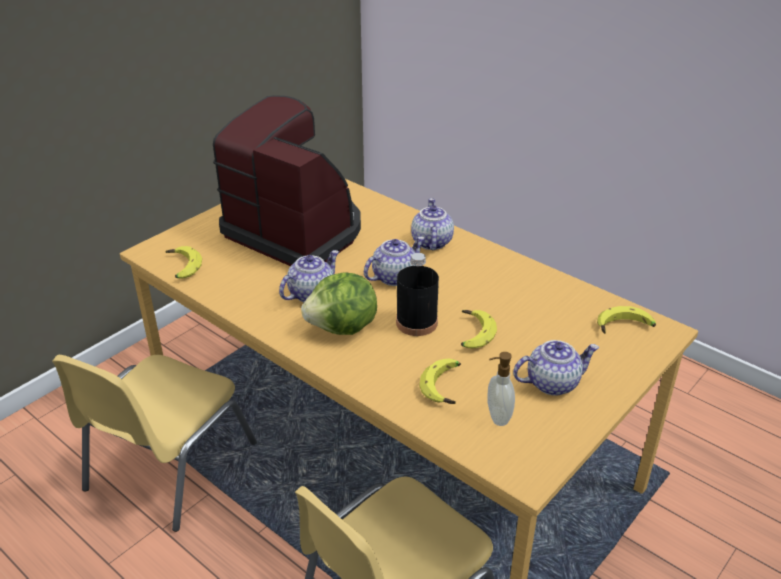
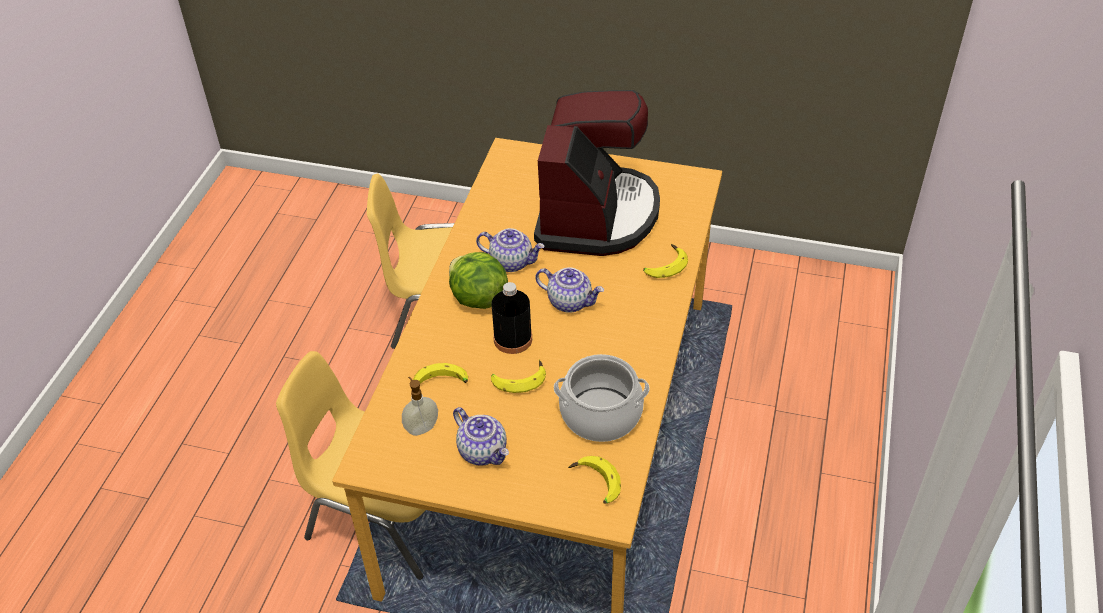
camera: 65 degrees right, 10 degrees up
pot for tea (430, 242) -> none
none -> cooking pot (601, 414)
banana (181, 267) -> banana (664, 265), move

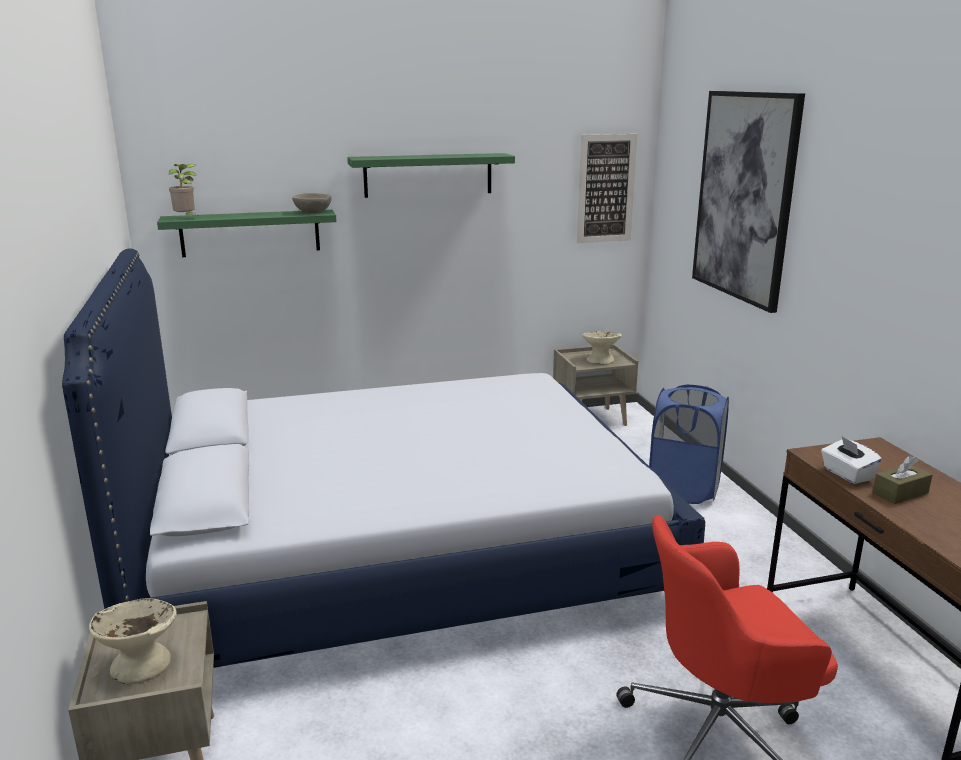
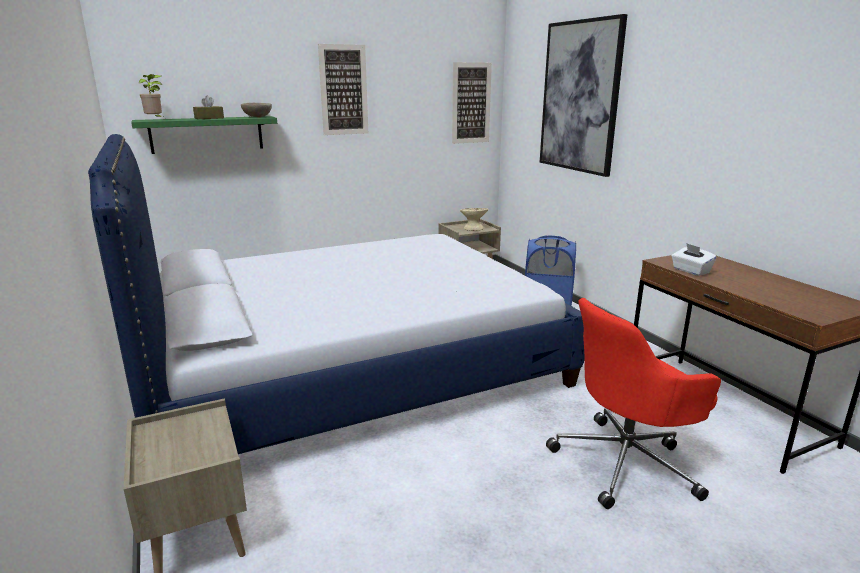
camera: 10 degrees left, 0 degrees up
deep dish/beige-coloured (140, 665) -> none
box of tissues/brownish (900, 493) -> box of tissues/brownish (209, 118), move
wall shelf/green (428, 175) -> wall art (343, 90)

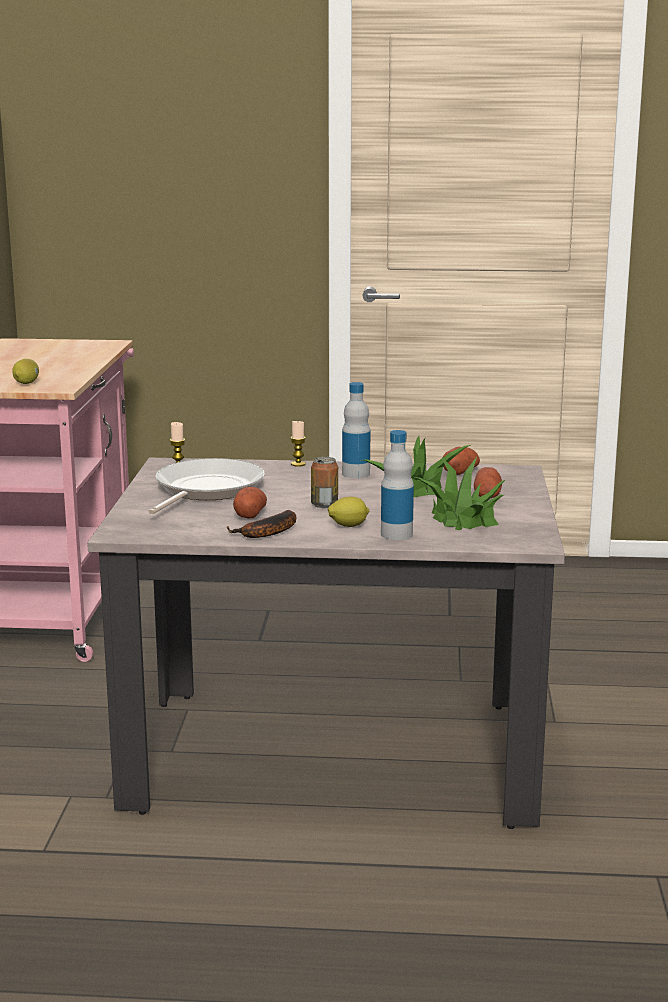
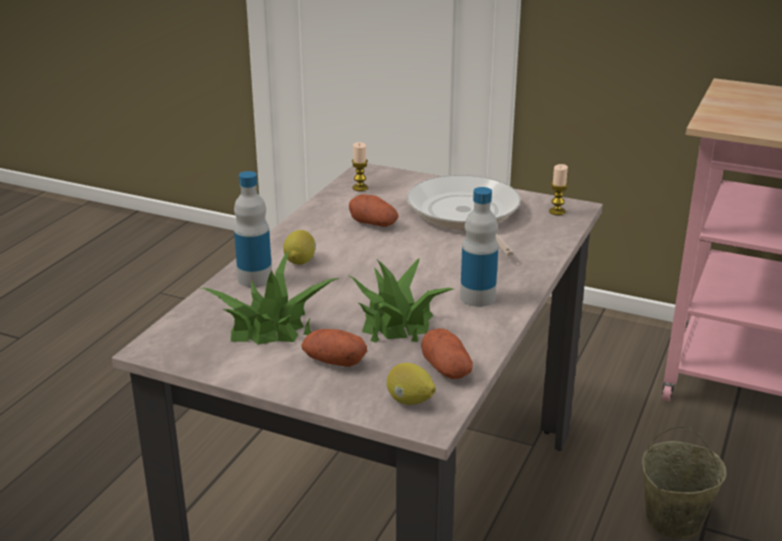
camera: 110 degrees right, 10 degrees up
banana (267, 533) -> none
metal can (324, 505) -> none
none -> water bucket/beige-coloured (673, 520)
whole lemon (27, 383) -> whole lemon (409, 401), move
wax light (298, 464) -> wax light (360, 188), move
skillet (206, 490) -> skillet (465, 214), 150 degrees counterclockwise

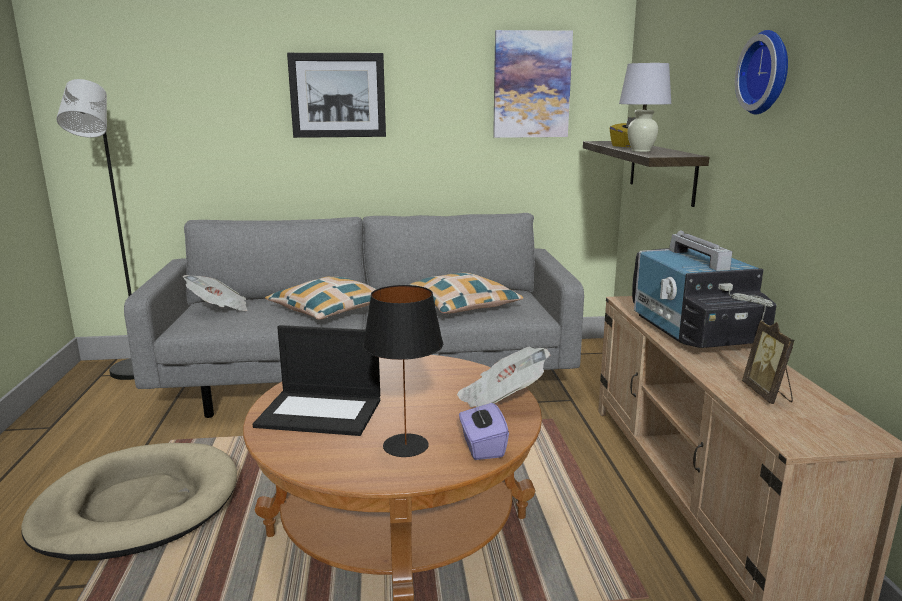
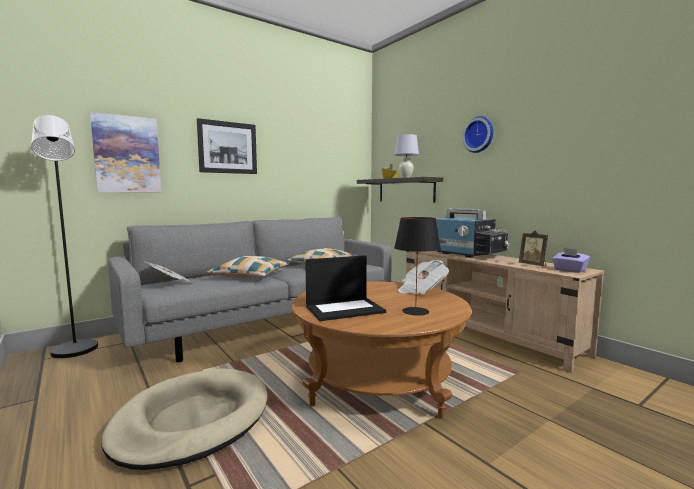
camera: 30 degrees left, 10 degrees down
box of tissues/purple (482, 447) -> box of tissues/purple (569, 270), move
wall art (531, 85) -> wall art (127, 154), move

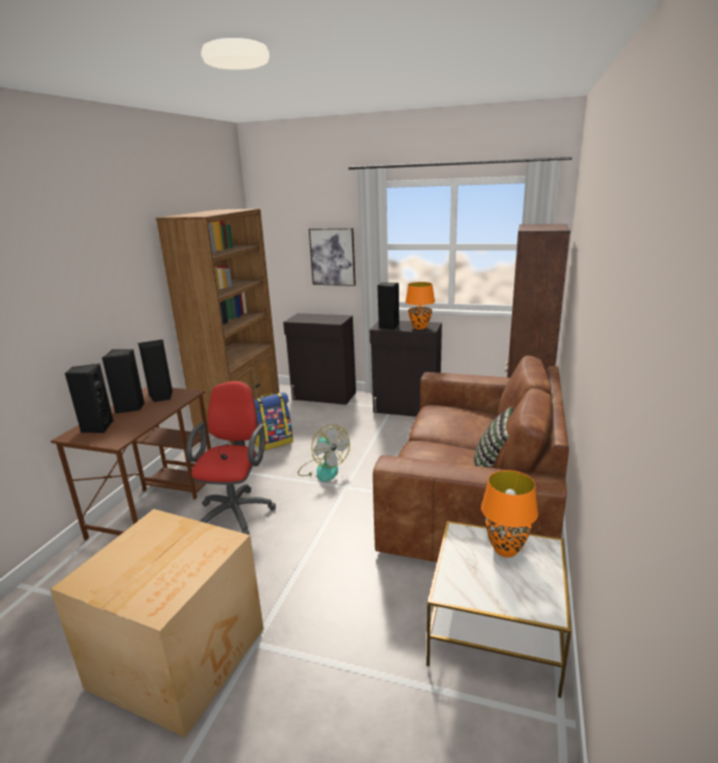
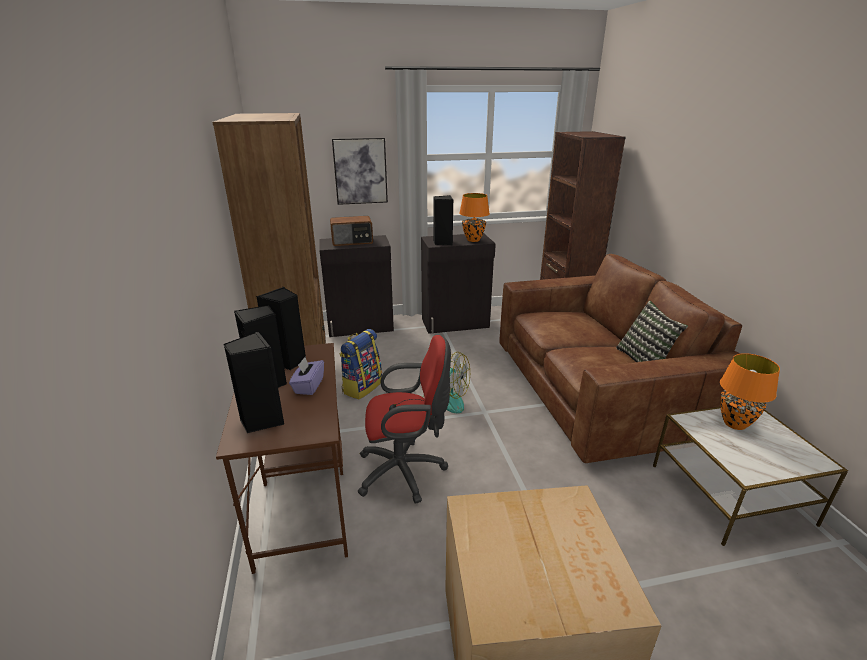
camera: 30 degrees left, 5 degrees up
none -> box of tissues/purple (308, 386)
none -> radio receiver (352, 241)
office chair/red-coloured (237, 511) -> office chair/red-coloured (406, 471), 105 degrees clockwise

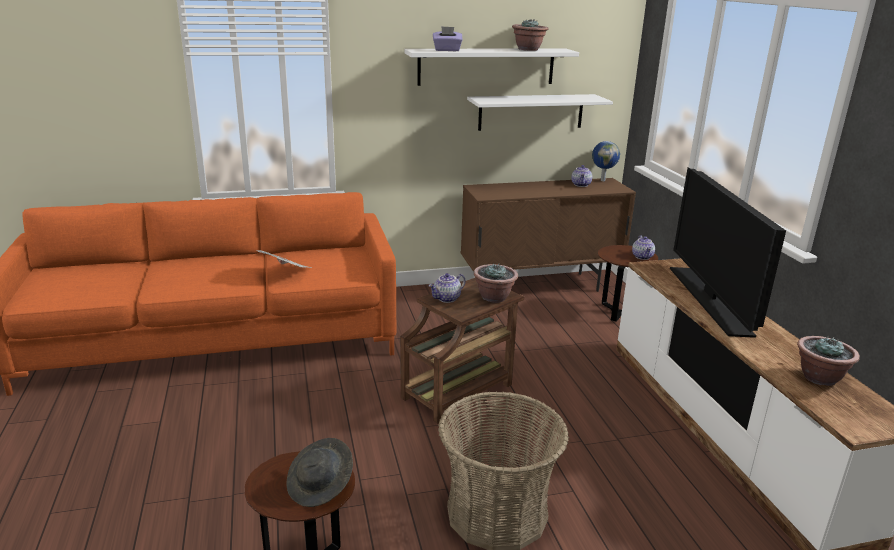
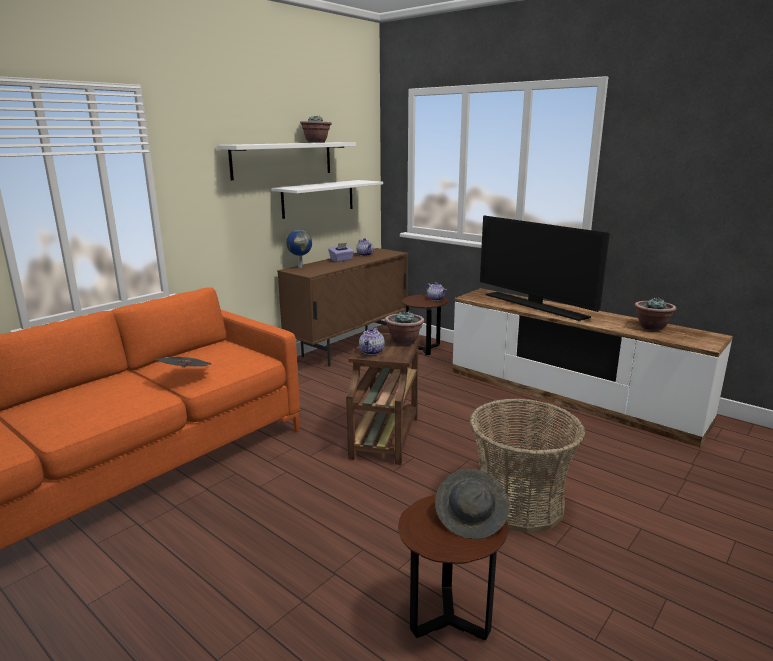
camera: 35 degrees left, 5 degrees down
box of tissues/purple (447, 50) -> box of tissues/purple (341, 260), move
globe (602, 180) -> globe (300, 267), move

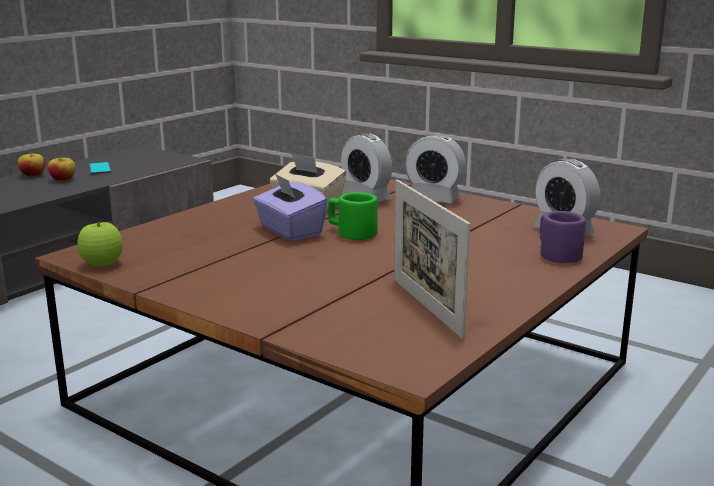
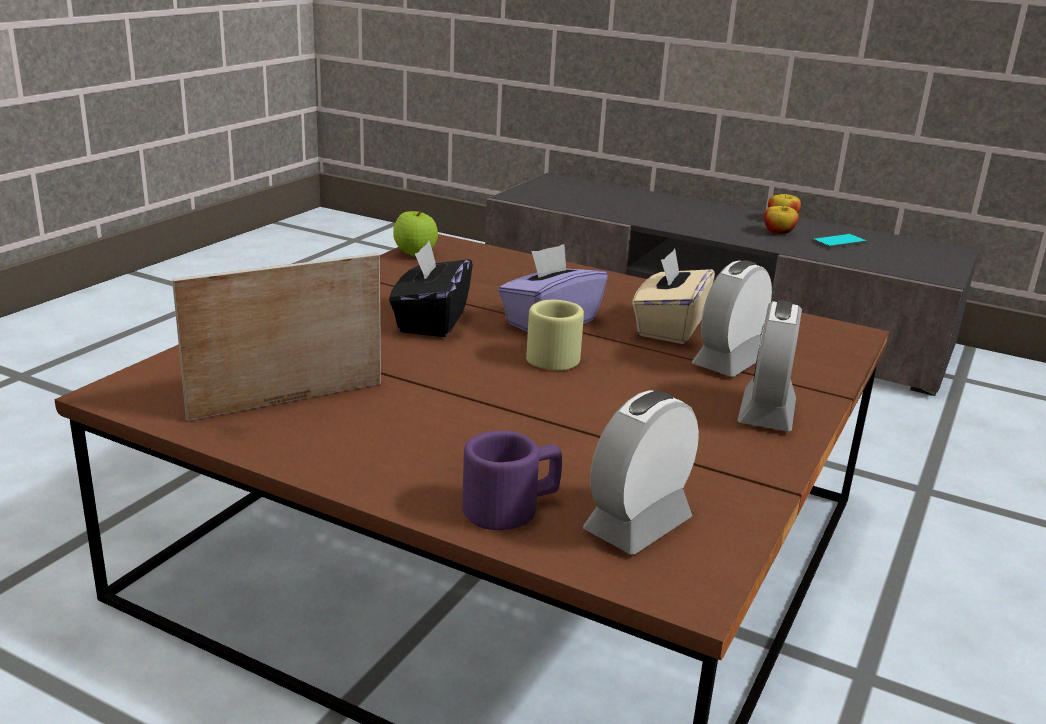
camera: 80 degrees right, 5 degrees up
none -> box of tissues/black-coloured (431, 321)
tea mug/green (351, 232) -> tea mug/beige-coloured (557, 356)

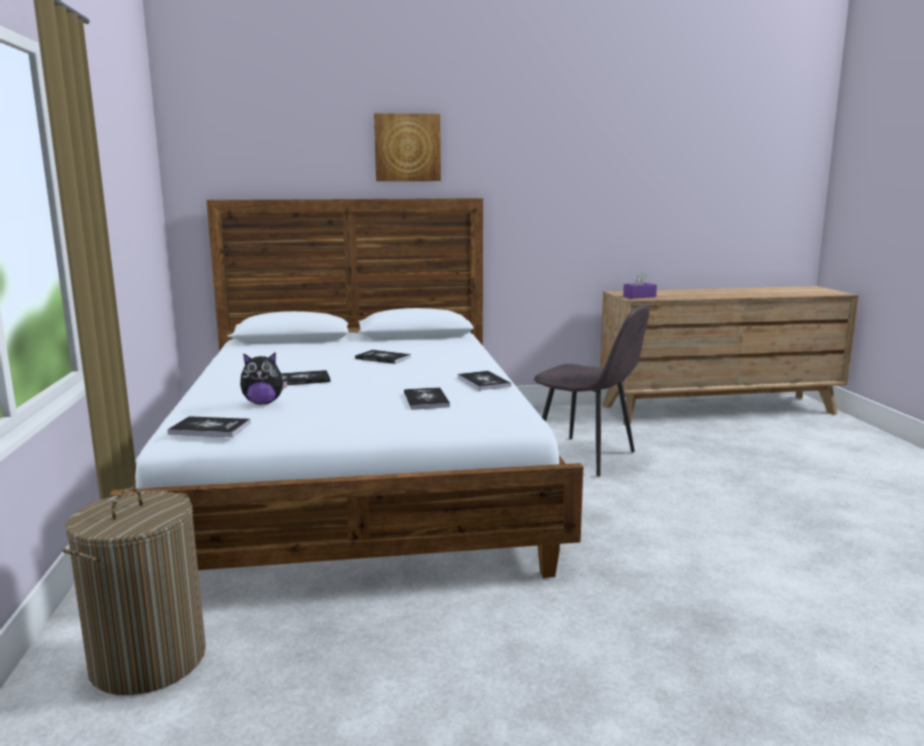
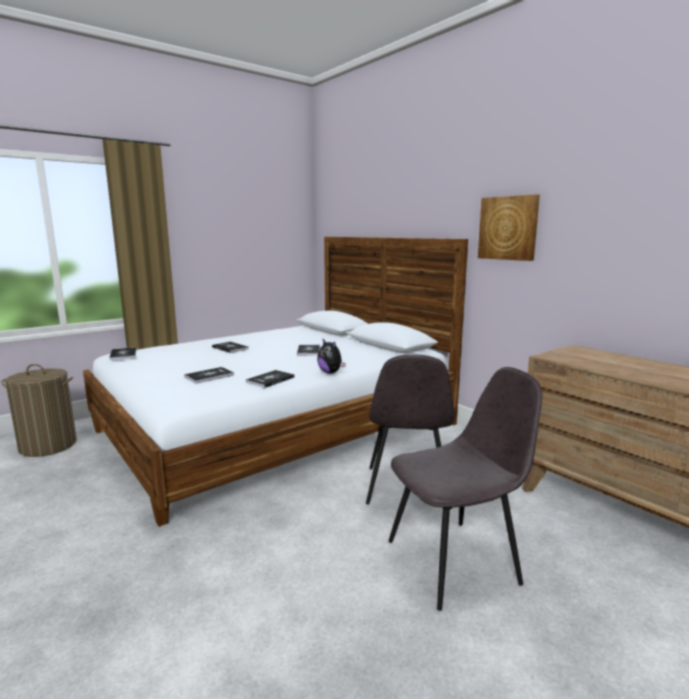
camera: 60 degrees right, 0 degrees up
box of tissues/purple (639, 296) -> none
none -> plain chair/gray (455, 561)
soft toy (263, 403) -> soft toy (331, 372), move
wall art (407, 147) -> wall art (508, 228), move

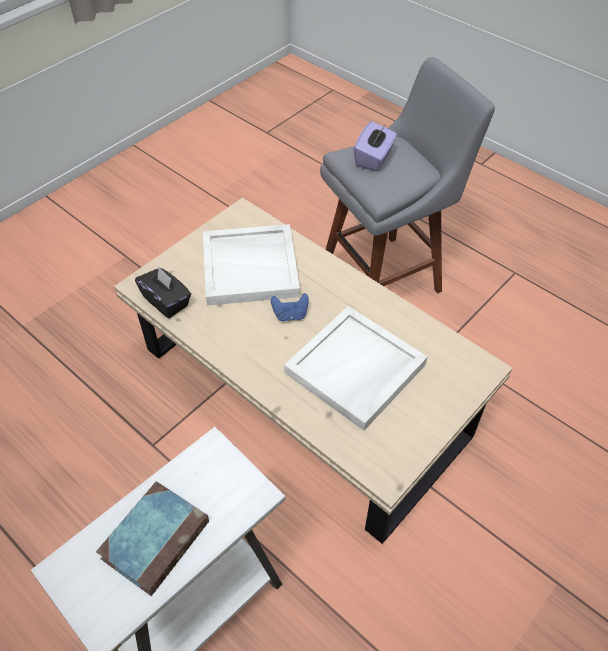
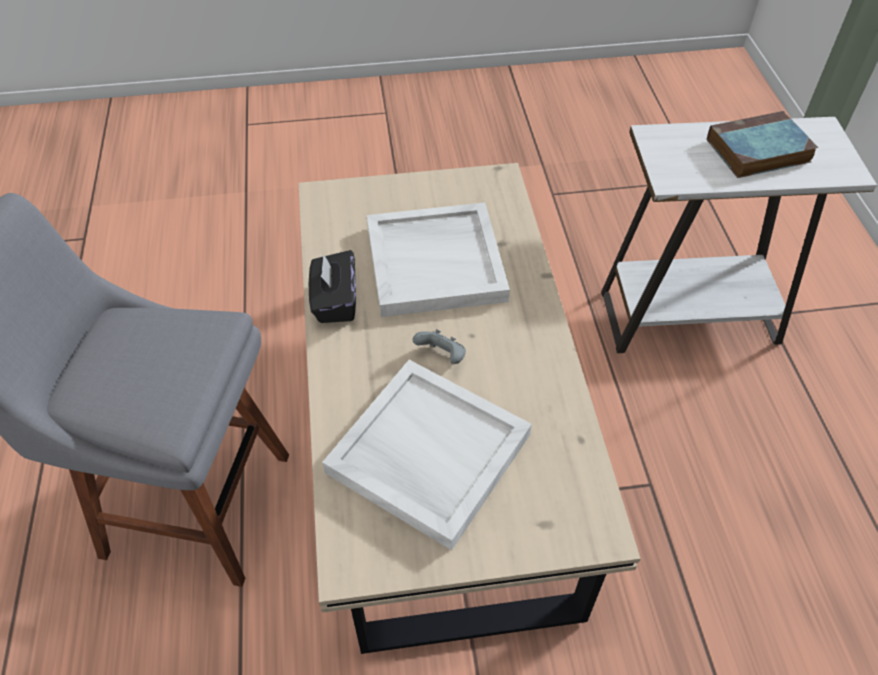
camera: 140 degrees left, 0 degrees up
box of tissues/purple (374, 158) -> none
box of tissues/black-coloured (166, 301) -> box of tissues/black-coloured (335, 302), move
gamepad/blue (290, 315) -> gamepad/gray (442, 356)

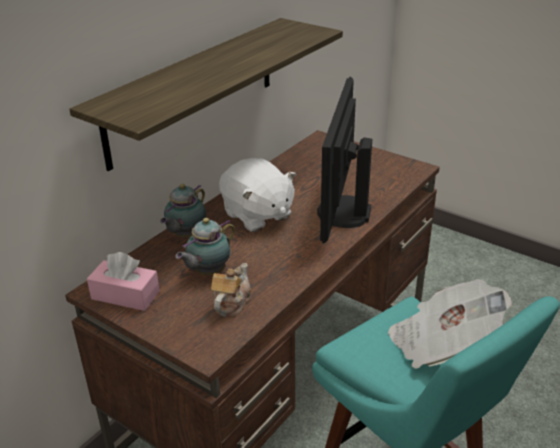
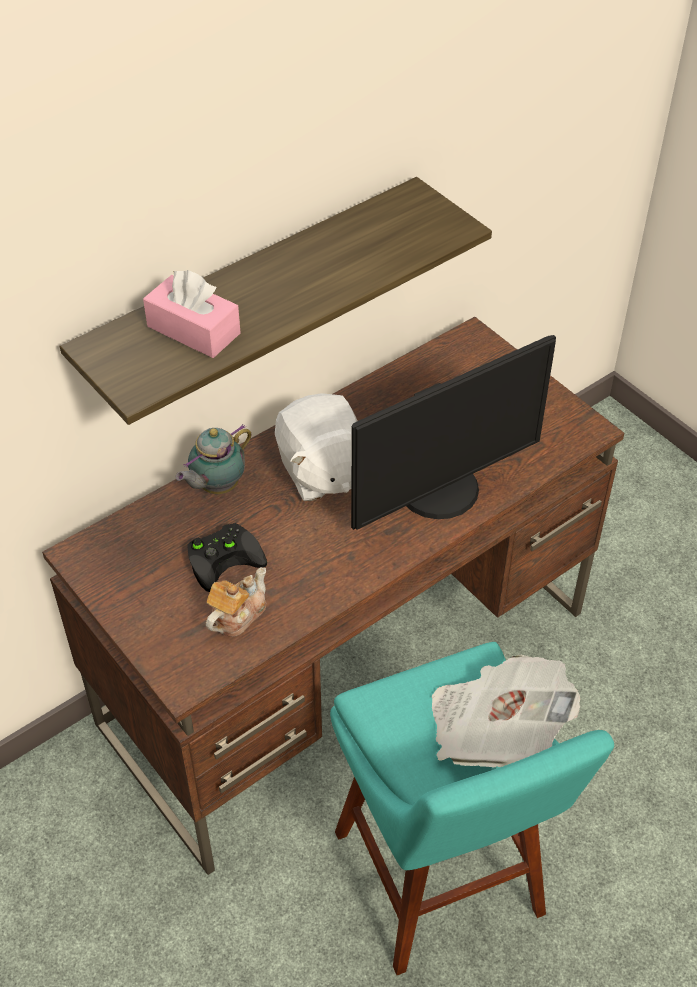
camera: 15 degrees right, 15 degrees up
box of tissues/pinkish (125, 295) -> box of tissues/pinkish (193, 330), move
pot for tea (208, 272) -> gamepad/black-coloured (225, 557)
computer screen (341, 212) -> computer screen (441, 491), 150 degrees counterclockwise

